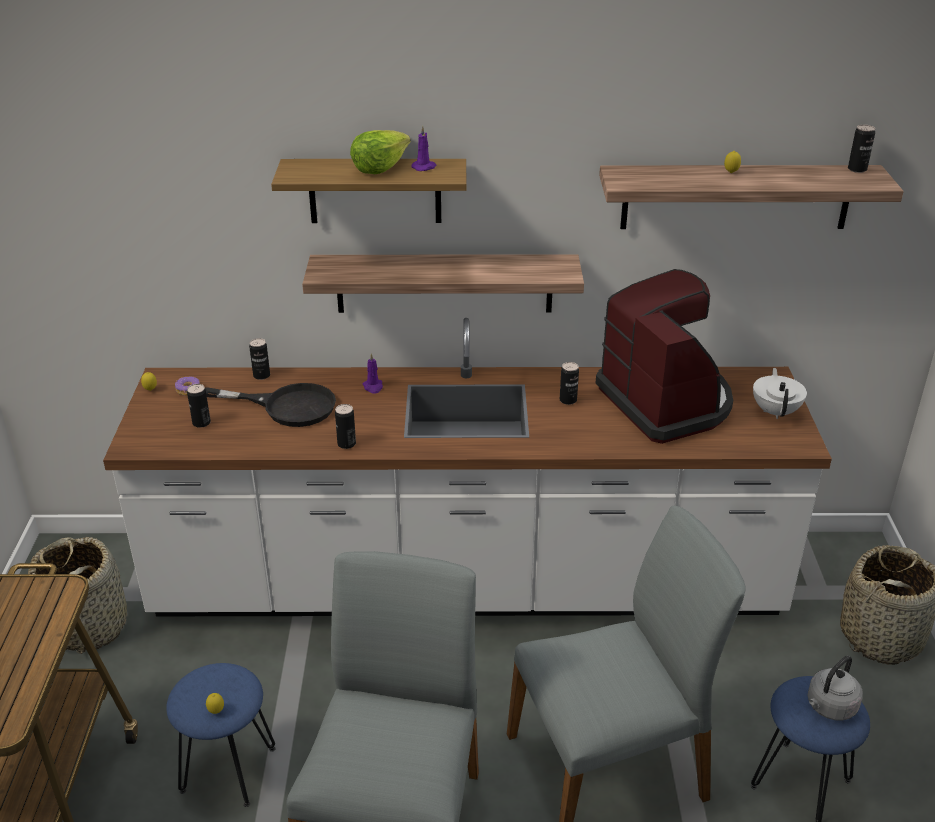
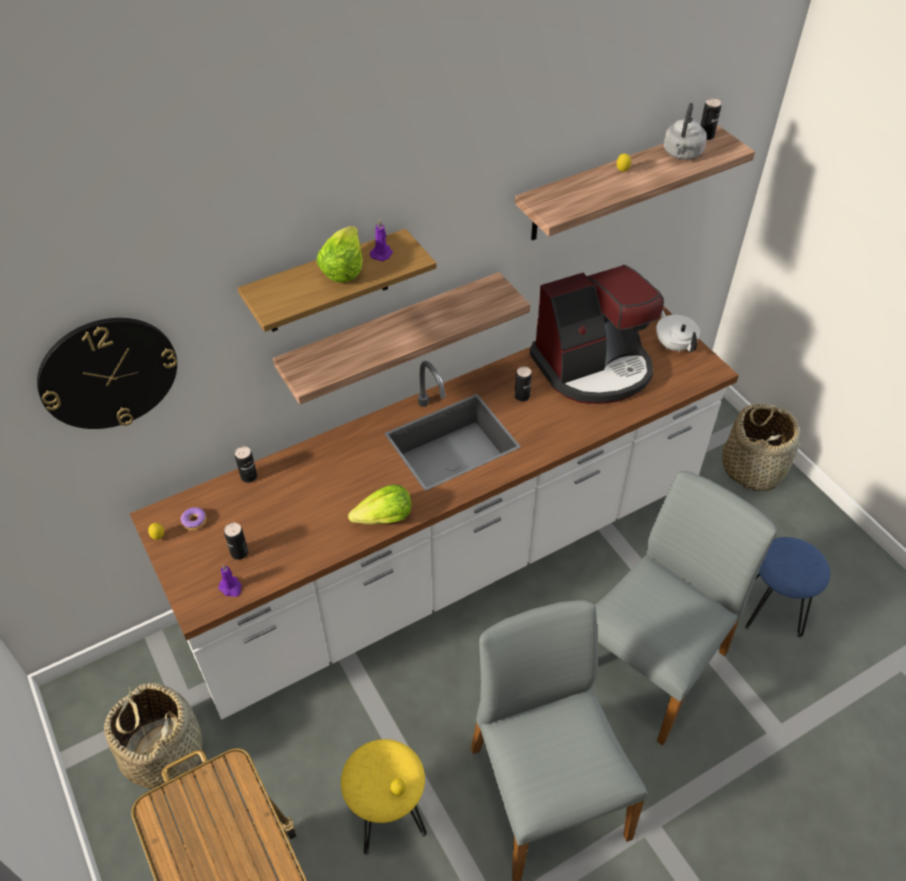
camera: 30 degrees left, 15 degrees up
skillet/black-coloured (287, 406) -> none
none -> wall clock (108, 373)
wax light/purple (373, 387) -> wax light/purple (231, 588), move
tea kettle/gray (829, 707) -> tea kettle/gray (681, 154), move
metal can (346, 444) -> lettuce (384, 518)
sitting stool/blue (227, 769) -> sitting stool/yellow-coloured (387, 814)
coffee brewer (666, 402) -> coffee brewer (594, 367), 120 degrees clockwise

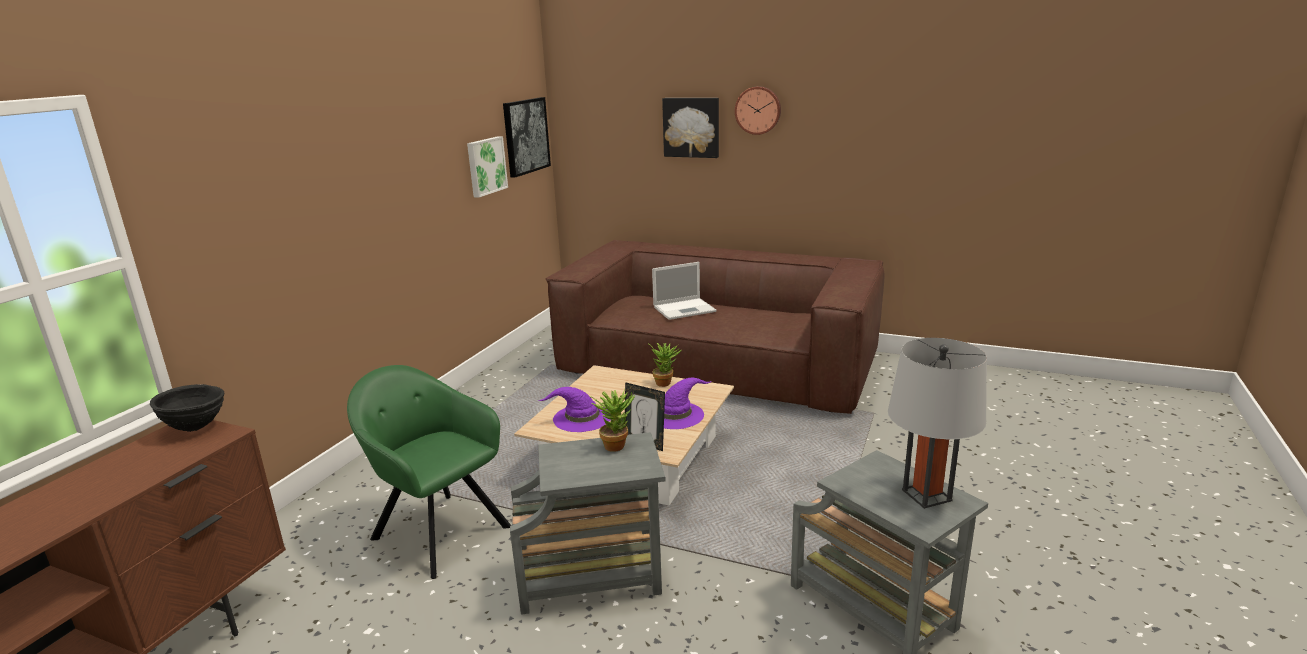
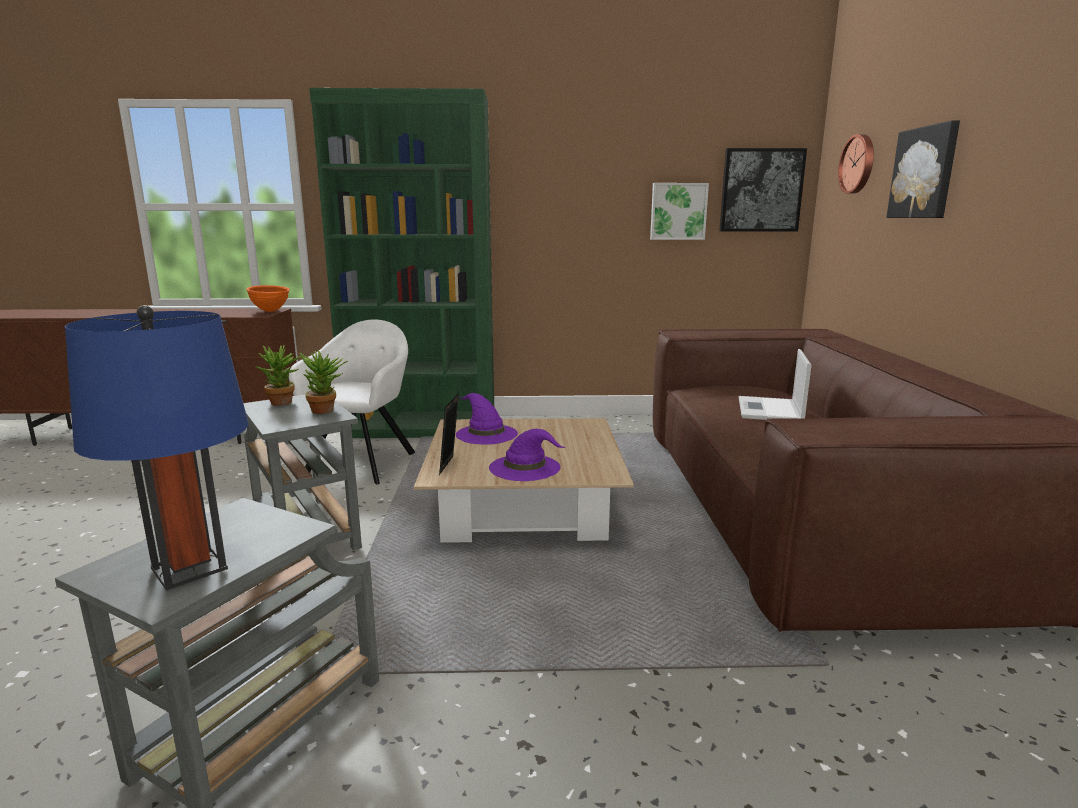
camera: 65 degrees right, 5 degrees down
none -> shelving unit/green (422, 428)
houseplant (665, 382) -> houseplant (284, 403), move
wall clock (758, 110) -> wall clock (858, 164), move
deep dish/black-coloured (196, 428) -> deep dish/orange-coloured (270, 311)
armchair/green (437, 530) -> armchair/white-coloured (363, 462)
tabletop lamp/gray (927, 495) -> tabletop lamp/blue (189, 569)
notebook computer (685, 309) -> notebook computer (770, 410), 60 degrees clockwise

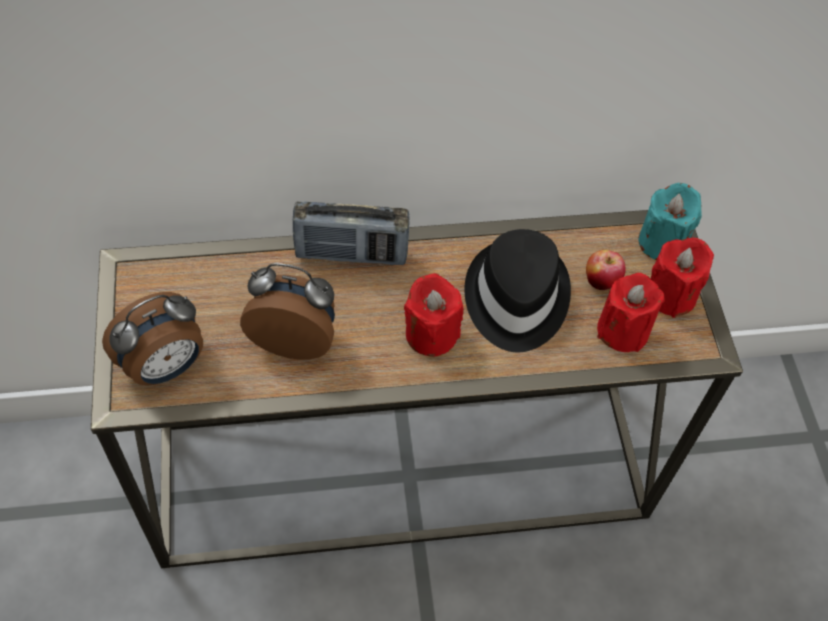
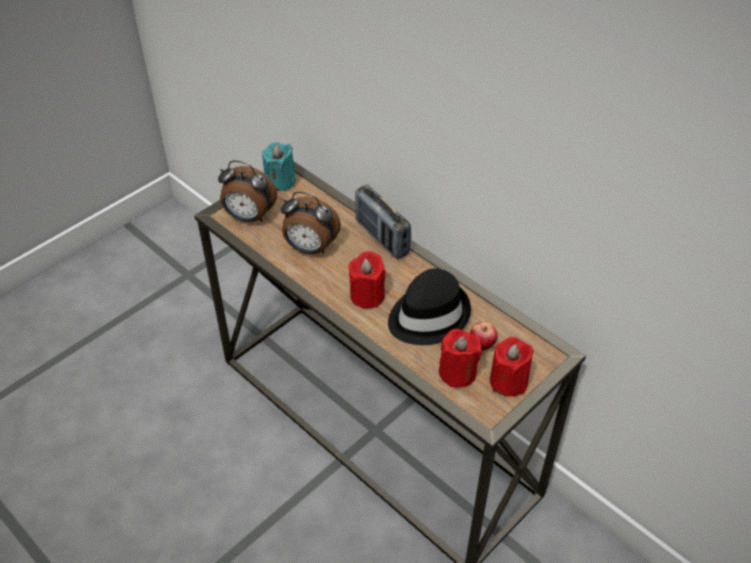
camera: 55 degrees right, 10 degrees down
wax light/blue-green (662, 242) -> wax light/blue-green (280, 181), move
bedside clock (294, 338) -> bedside clock (310, 248), 135 degrees clockwise

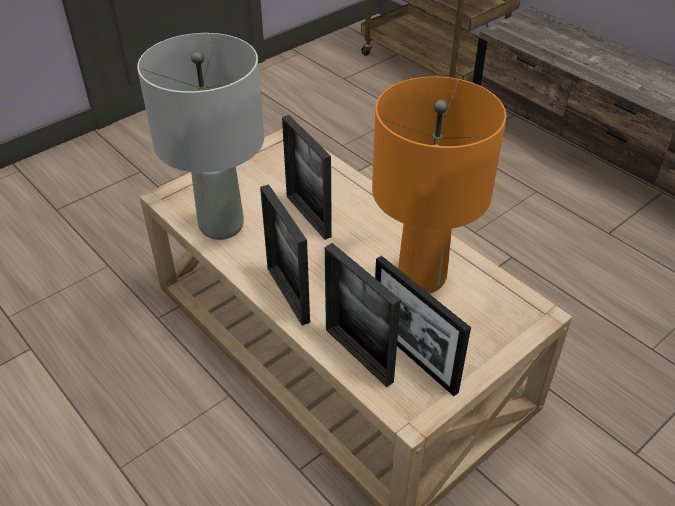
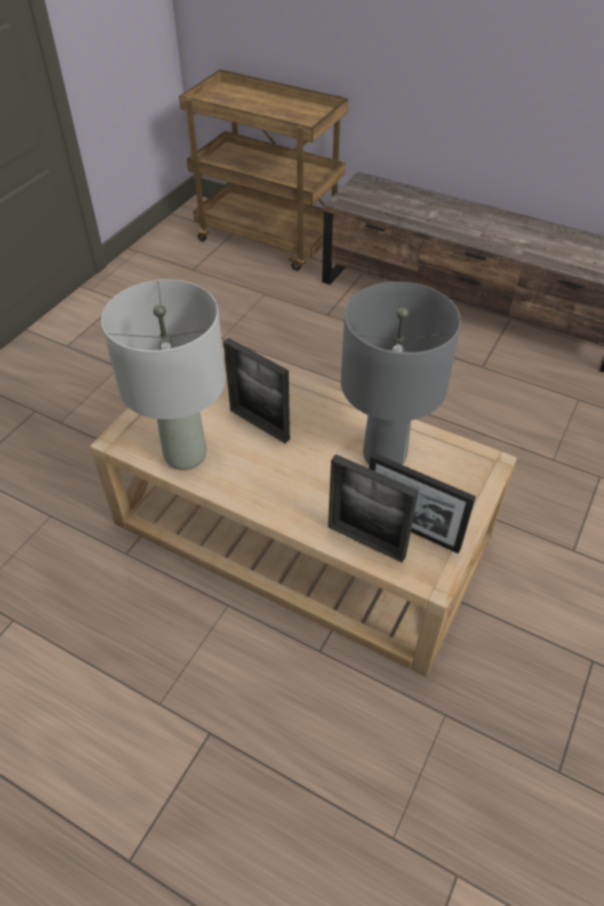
camera: 20 degrees left, 5 degrees up
picture frame (288, 294) -> none
tabletop lamp/orange-coloured (420, 277) -> tabletop lamp/gray (383, 456)

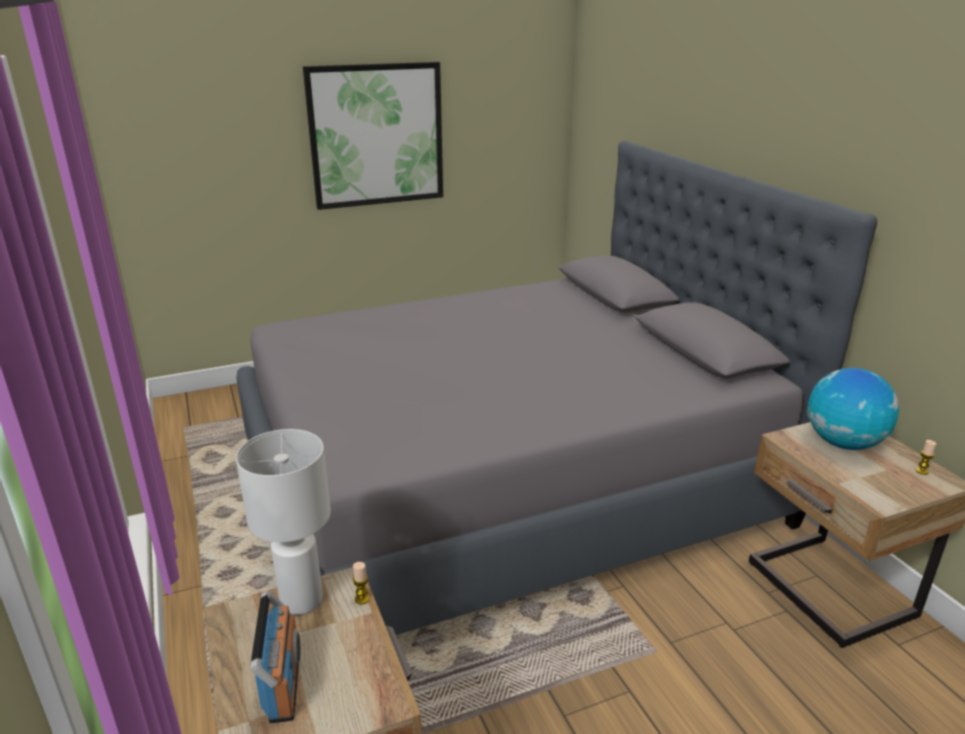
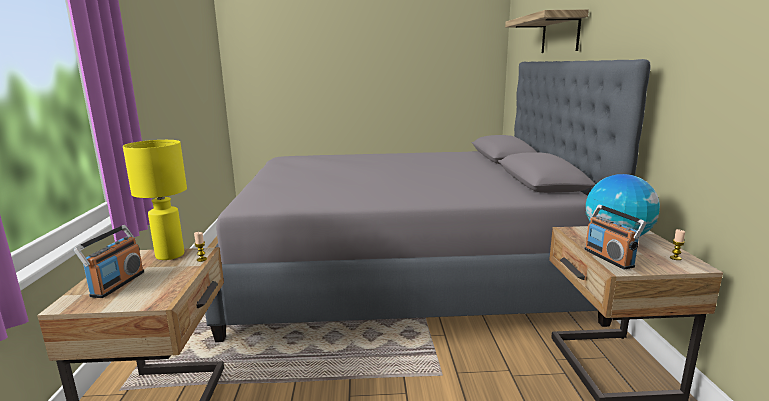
camera: 20 degrees right, 10 degrees down
wall art (376, 135) -> none
none -> wall shelf (560, 34)
none -> radio receiver (609, 258)
tabletop lamp/white-coloured (302, 599) -> tabletop lamp/yellow-coloured (171, 255)

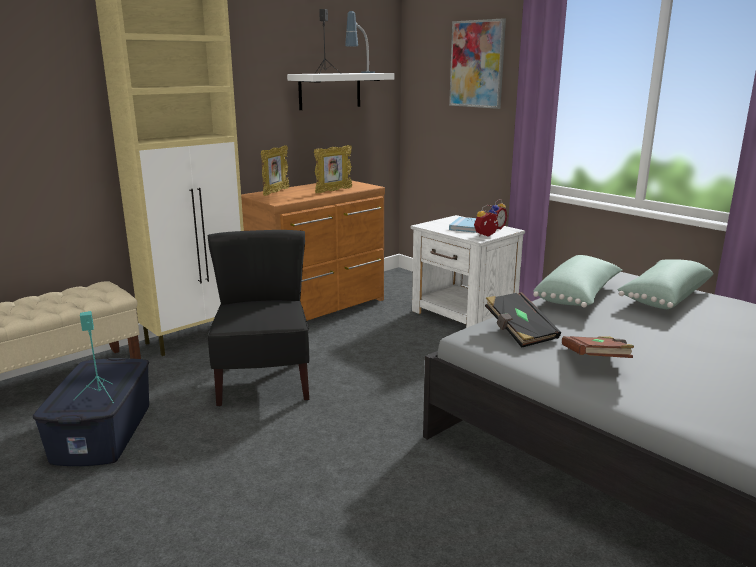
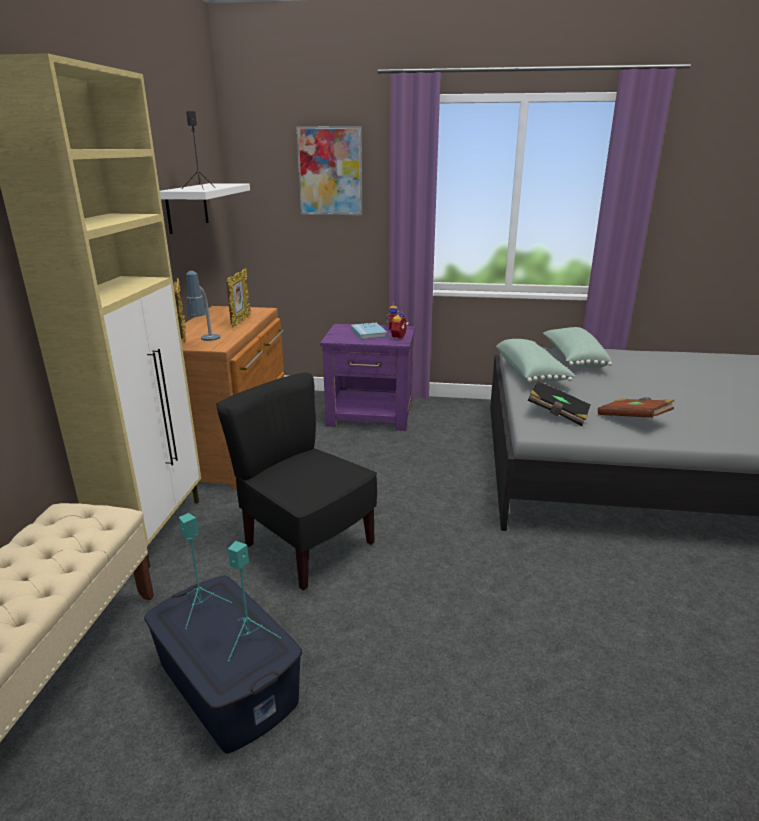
camera: 40 degrees left, 5 degrees up
none -> audio speaker/blue-green (202, 607)
tabletop lamp (360, 73) -> tabletop lamp (206, 342), move
night table/white-coloured (464, 315) -> night table/purple (371, 415)

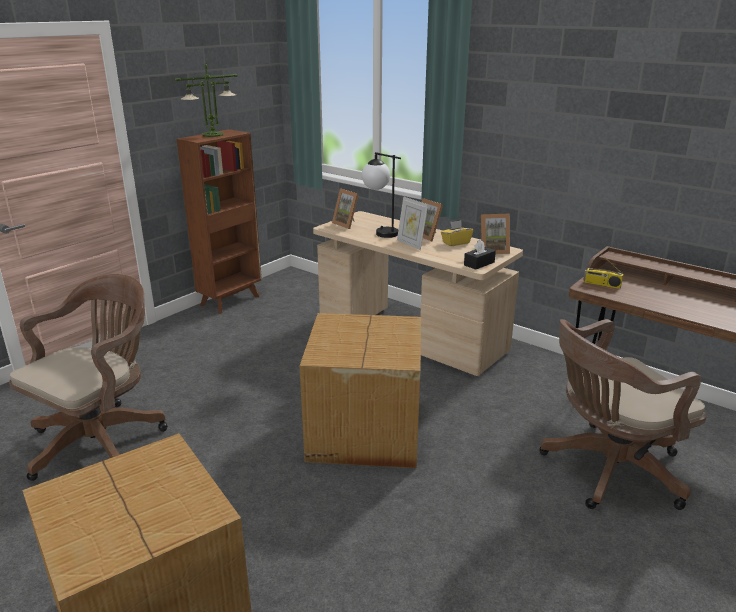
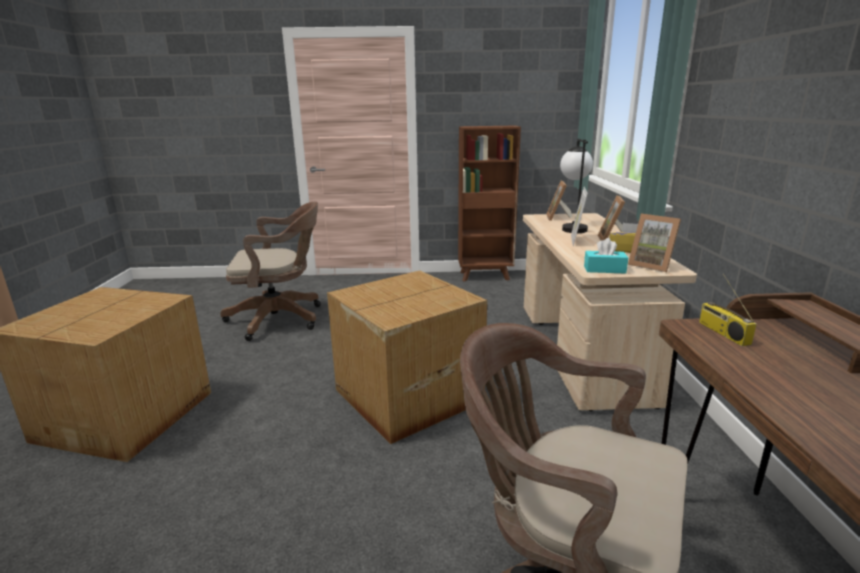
camera: 50 degrees right, 5 degrees down
tabletop lamp (212, 135) -> none
box of tissues/black-coloured (479, 263) -> box of tissues/blue-green (604, 269)

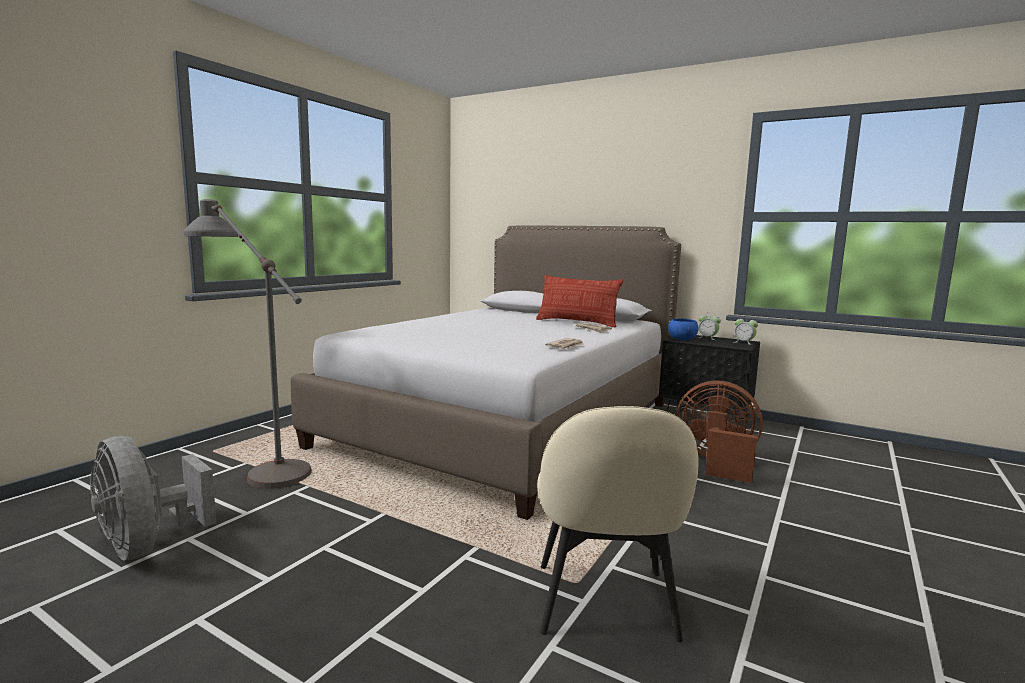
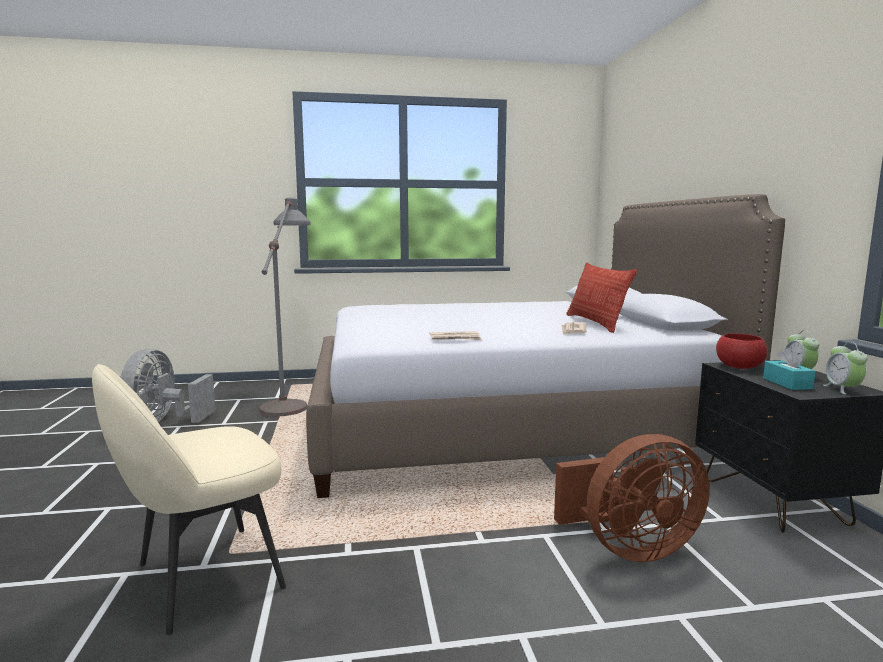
camera: 50 degrees right, 0 degrees up
none -> box of tissues/blue-green (787, 383)
deep dish/blue (681, 339) -> deep dish/red-coloured (739, 366)
electric fan/brownish (716, 463) -> electric fan/brownish (629, 548), 90 degrees clockwise

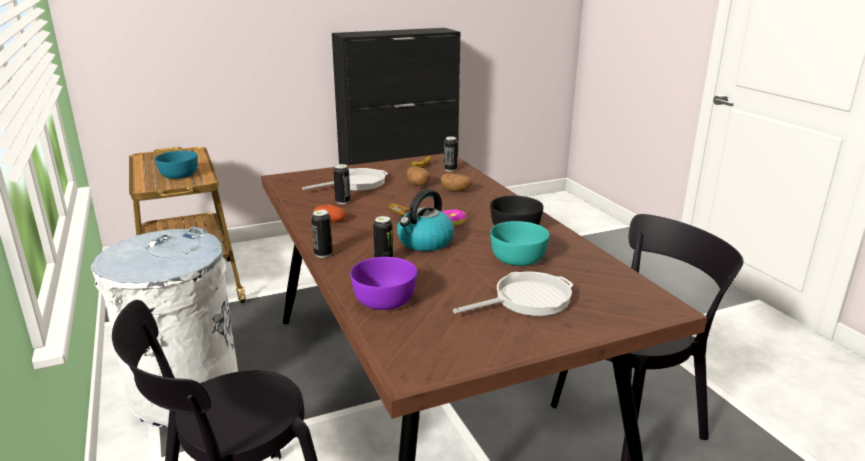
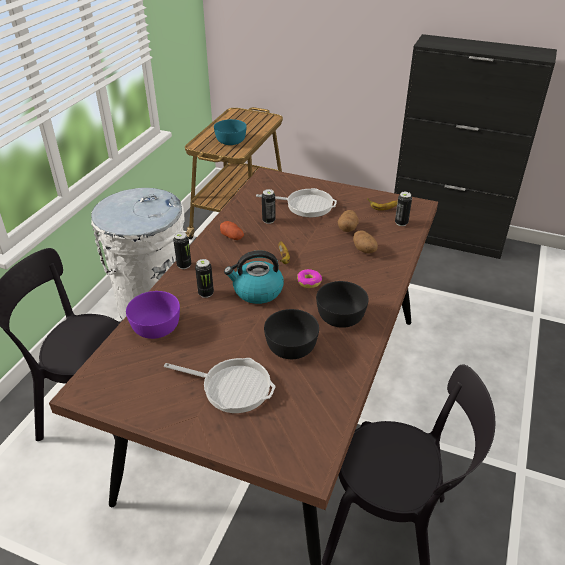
camera: 45 degrees right, 15 degrees up
deep dish/blue-green (518, 259) -> deep dish/black-coloured (291, 347)

